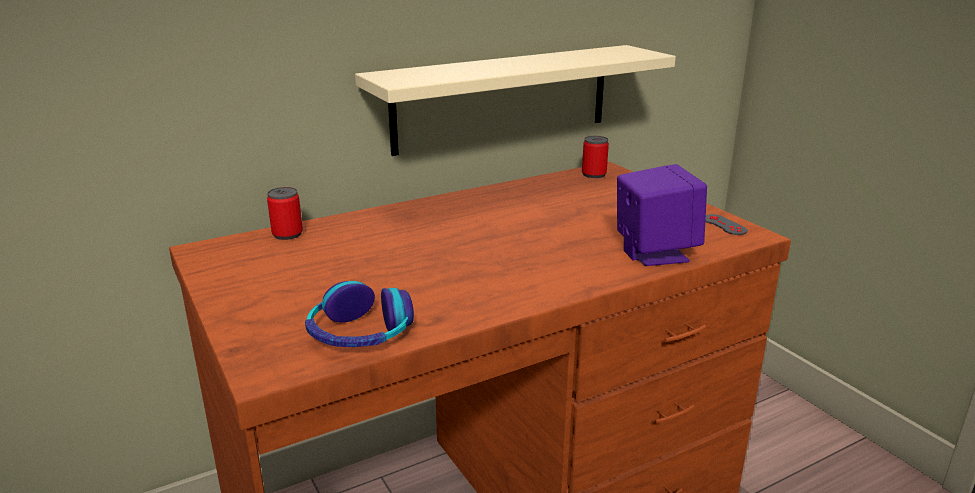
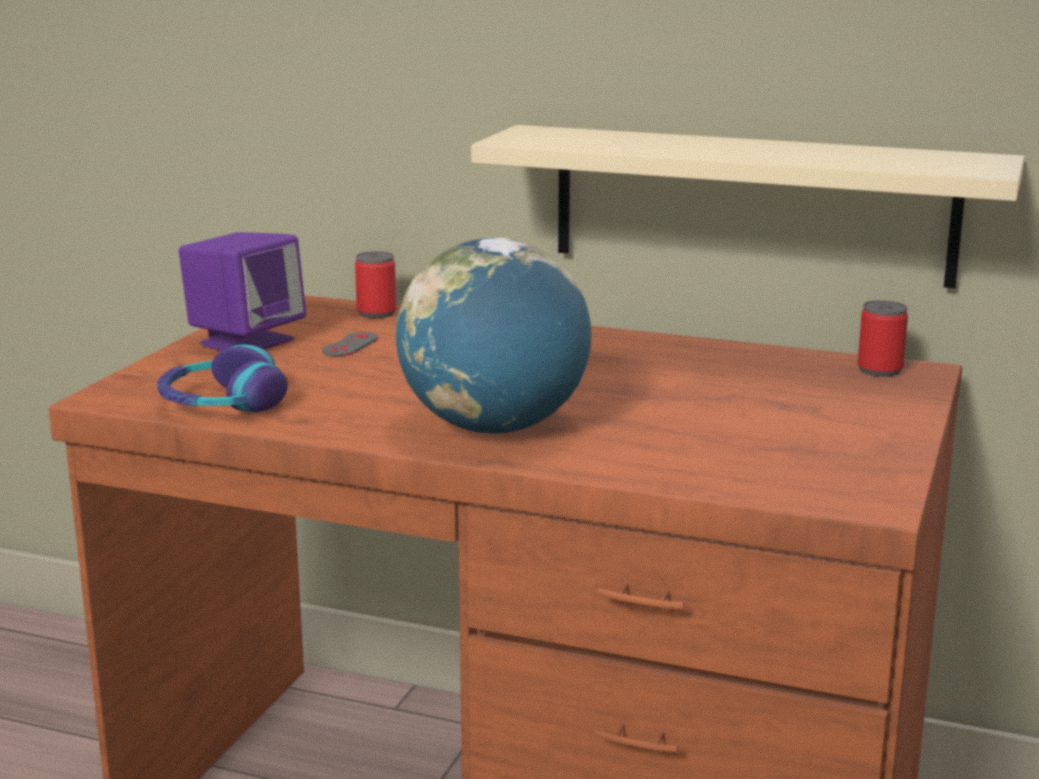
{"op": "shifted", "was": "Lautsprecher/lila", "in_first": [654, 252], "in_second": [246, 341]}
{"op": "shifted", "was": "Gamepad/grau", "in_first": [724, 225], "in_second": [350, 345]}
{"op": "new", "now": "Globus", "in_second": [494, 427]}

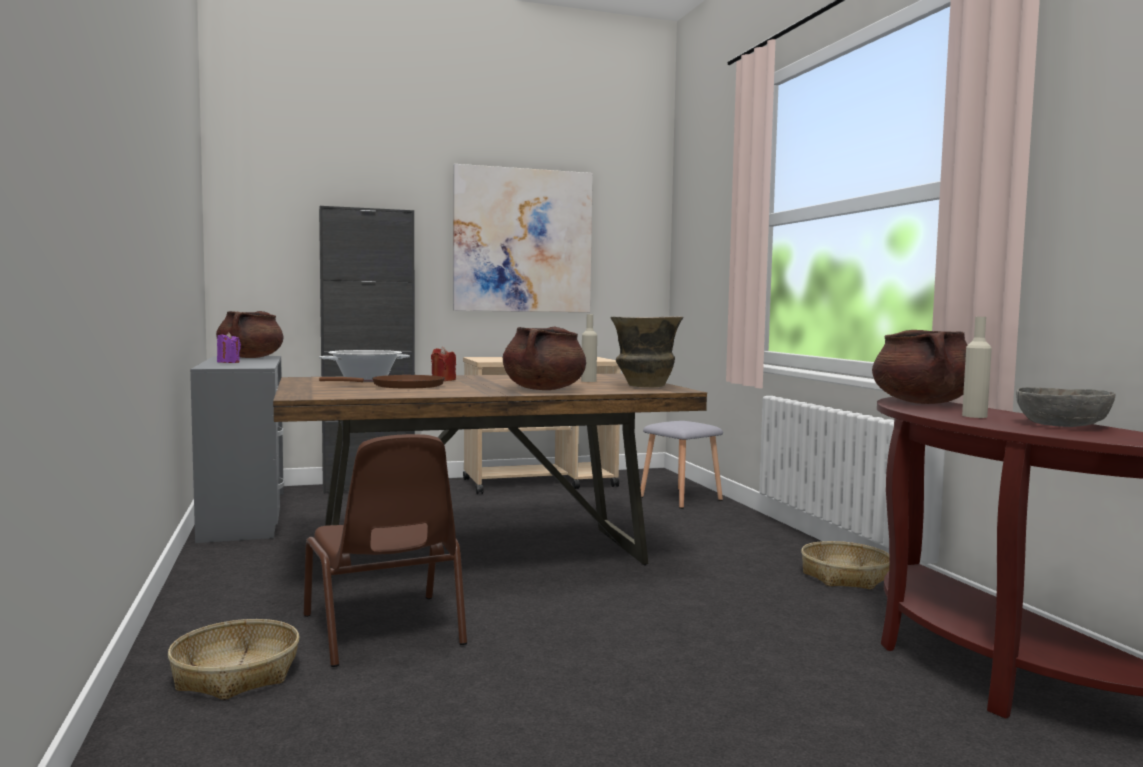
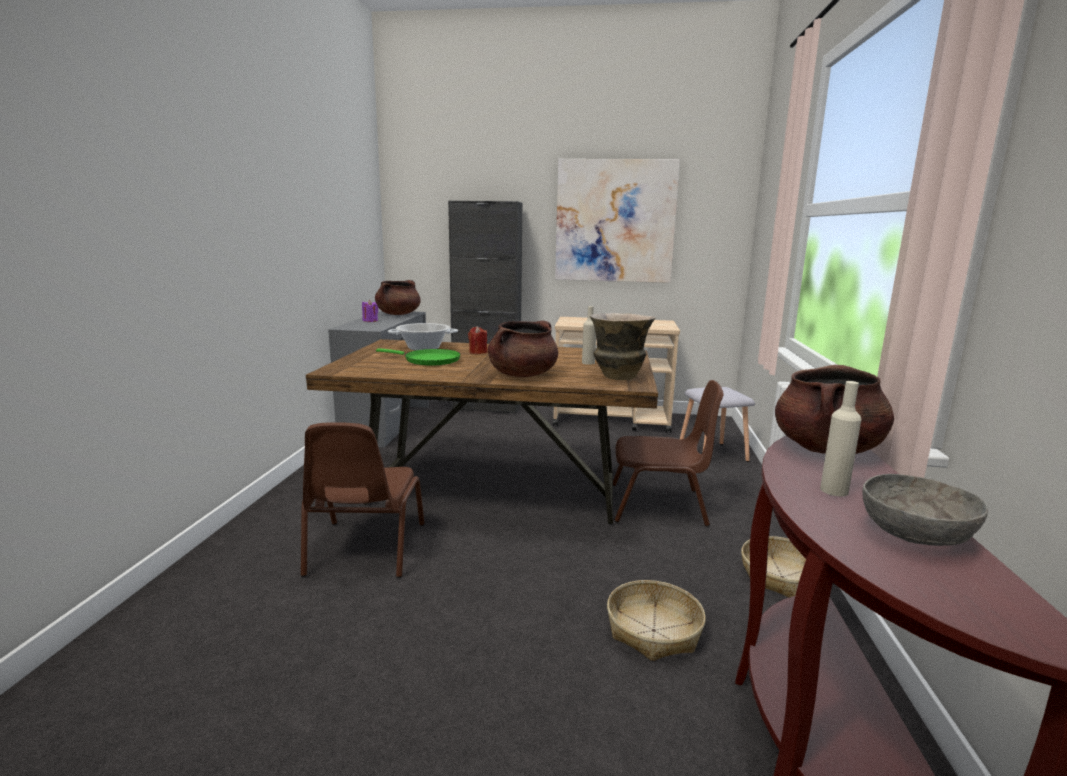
{"op": "repainted", "was": "Pfanne/braun", "now": "Pfanne/grün", "in_first": [402, 386], "in_second": [429, 360]}
{"op": "shifted", "was": "Korb", "in_first": [236, 674], "in_second": [653, 631]}
{"op": "new", "now": "Stuhl/braun", "in_second": [659, 505]}

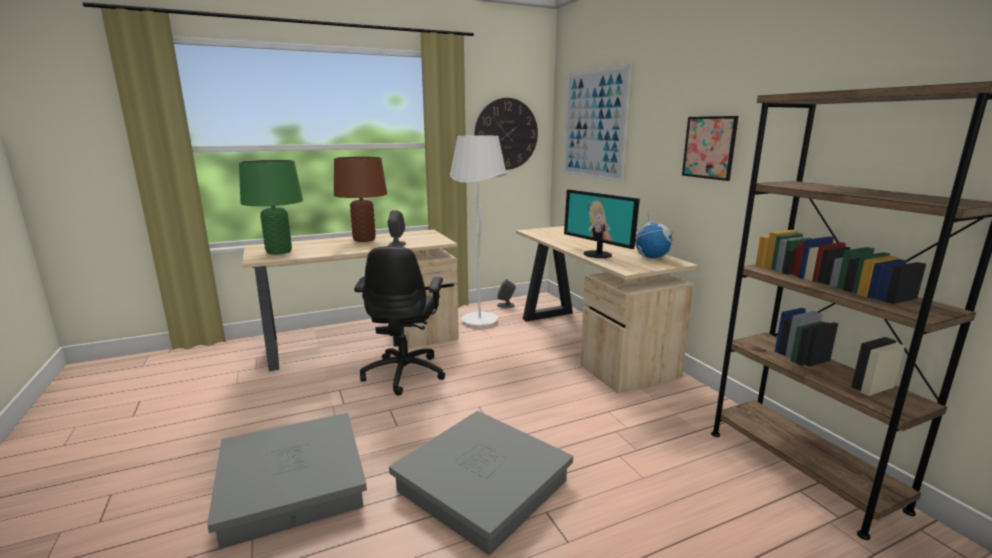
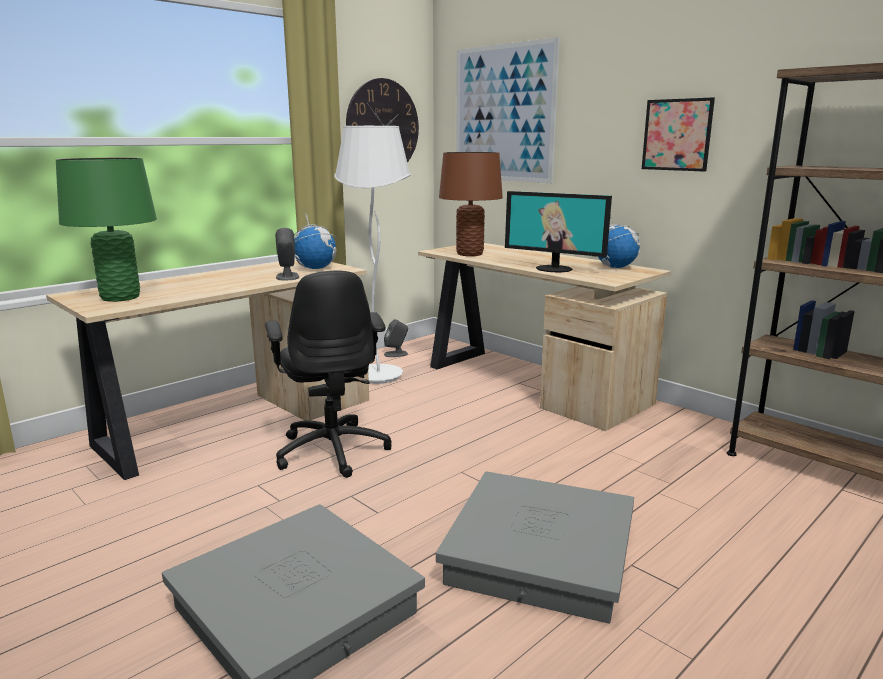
{"op": "new", "now": "Globus", "in_second": [315, 268]}
{"op": "shifted", "was": "Tischlampe/braun", "in_first": [364, 239], "in_second": [470, 254]}

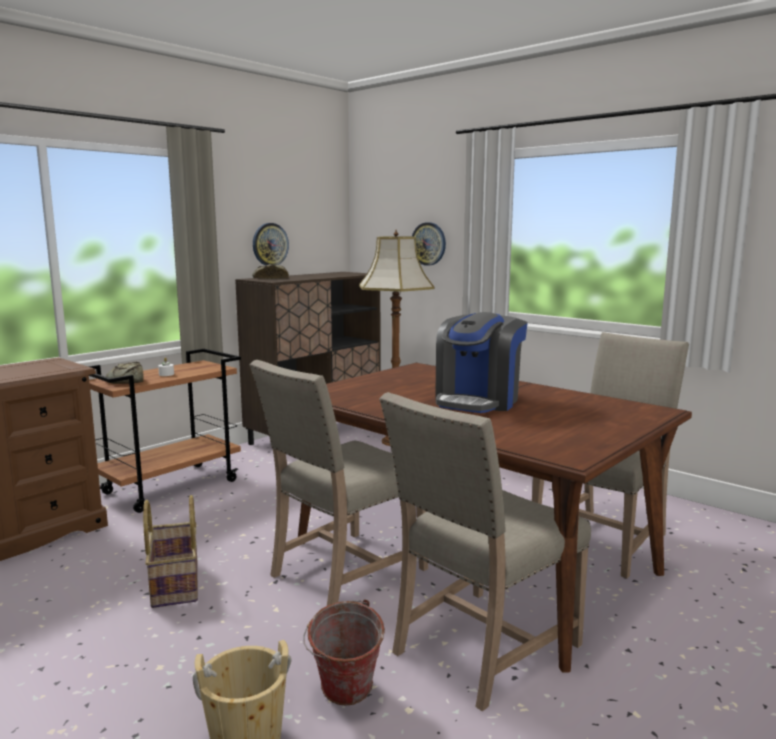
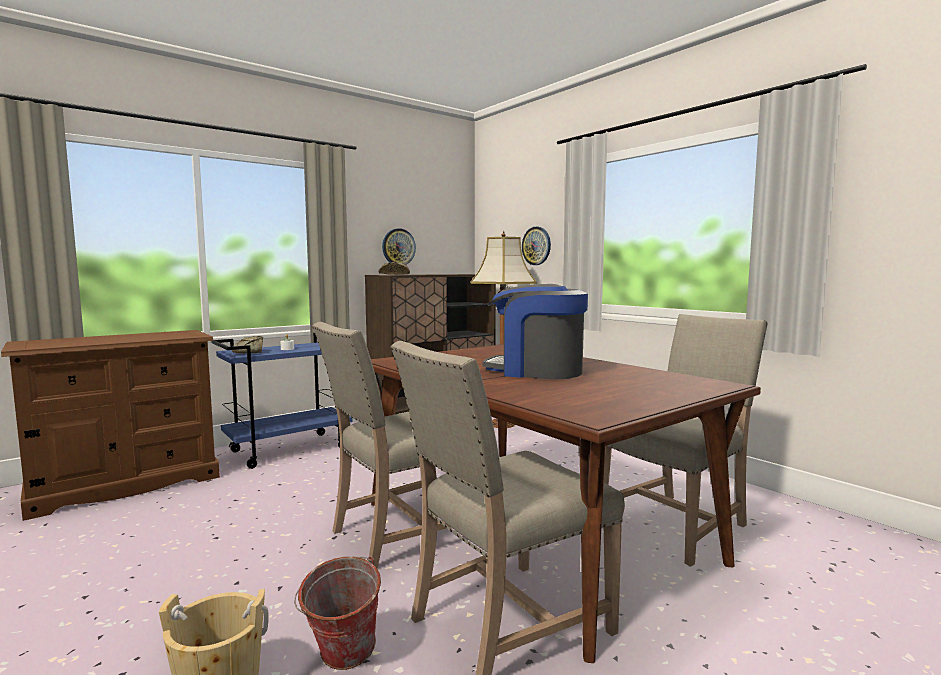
{"op": "repainted", "was": "Rollwagen/braun", "now": "Rollwagen/blau", "in_first": [171, 486], "in_second": [290, 449]}
{"op": "rotated", "was": "Kaffeemaschine", "in_first": [478, 401], "in_second": [536, 371], "clockwise": 75}
{"op": "gone", "was": "Korb", "in_first": [174, 584]}

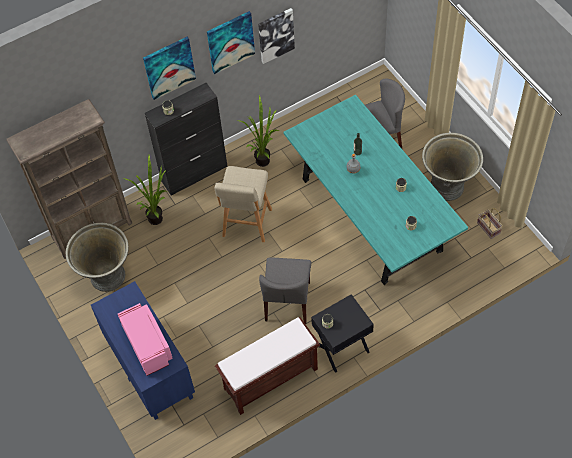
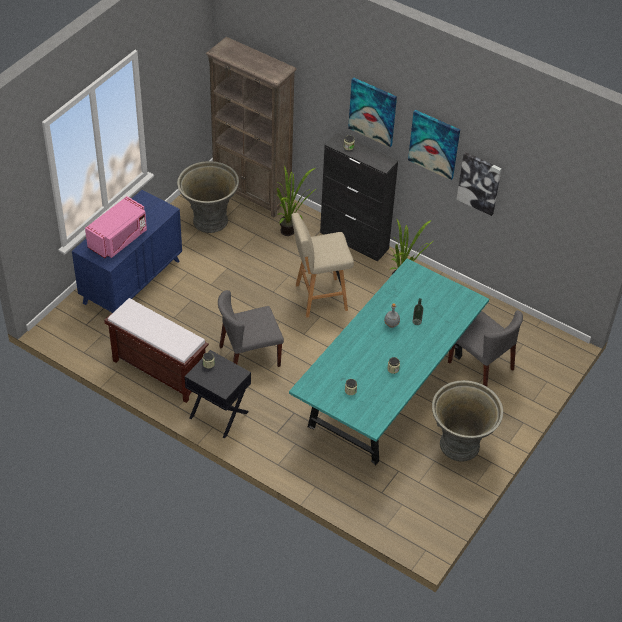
{"op": "gone", "was": "Korb", "in_first": [489, 228]}

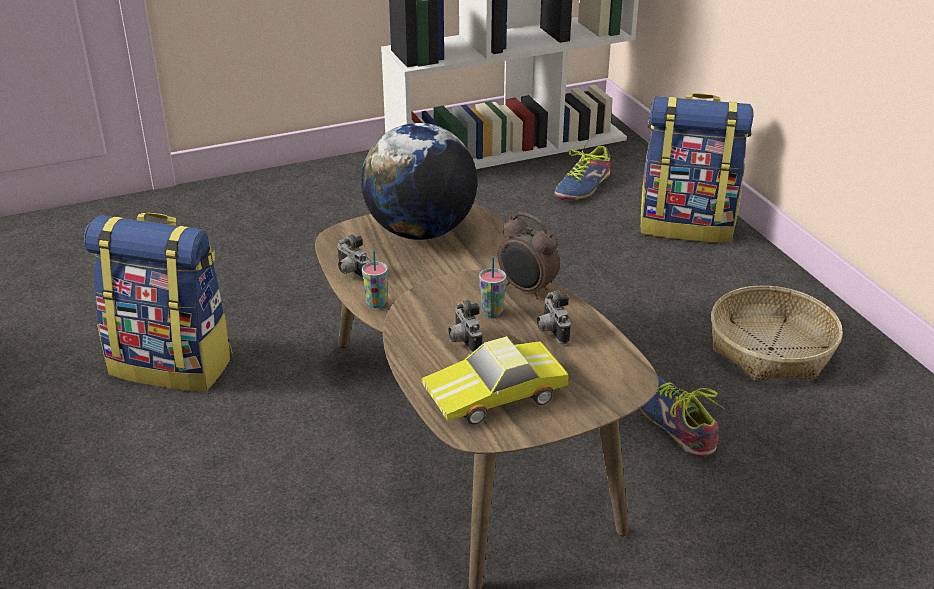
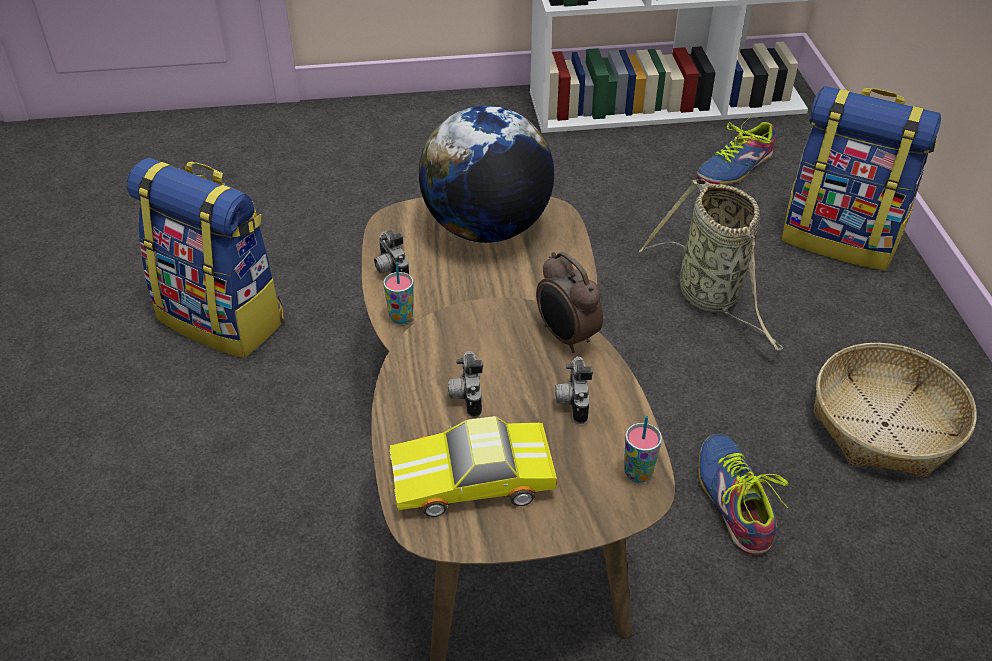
{"op": "shifted", "was": "Tasse", "in_first": [492, 312], "in_second": [638, 473]}
{"op": "new", "now": "Korb", "in_second": [711, 297]}

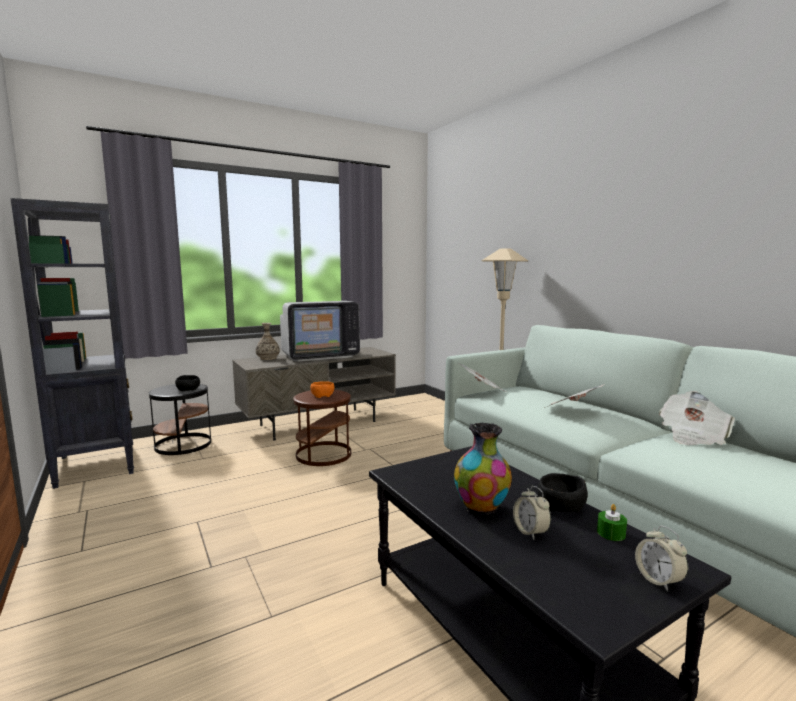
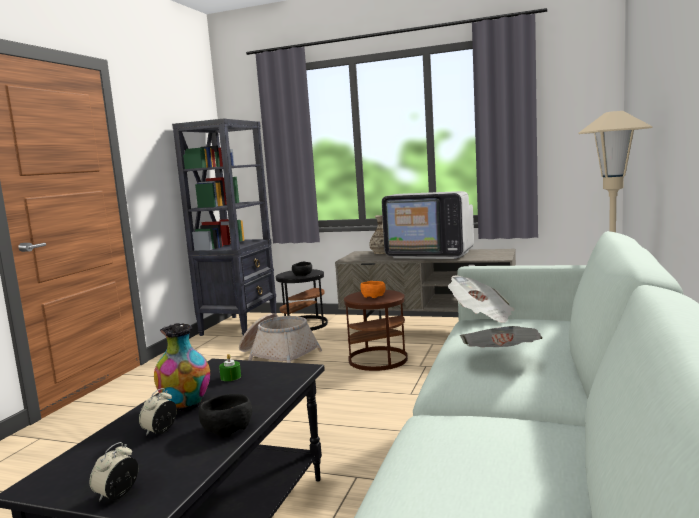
{"op": "shifted", "was": "Kerze/grün", "in_first": [611, 533], "in_second": [230, 377]}
{"op": "new", "now": "Korb", "in_second": [278, 355]}
{"op": "gone", "was": "Zeitung", "in_first": [693, 436]}

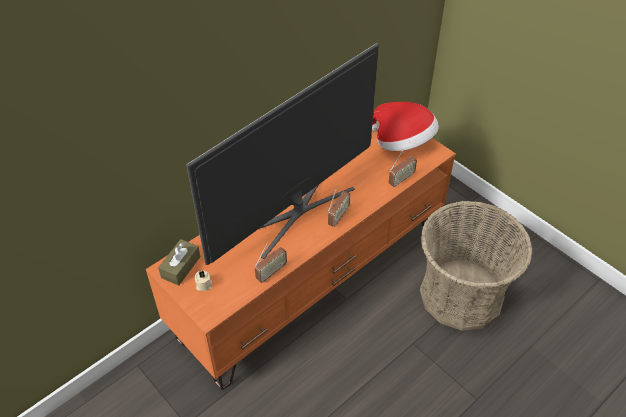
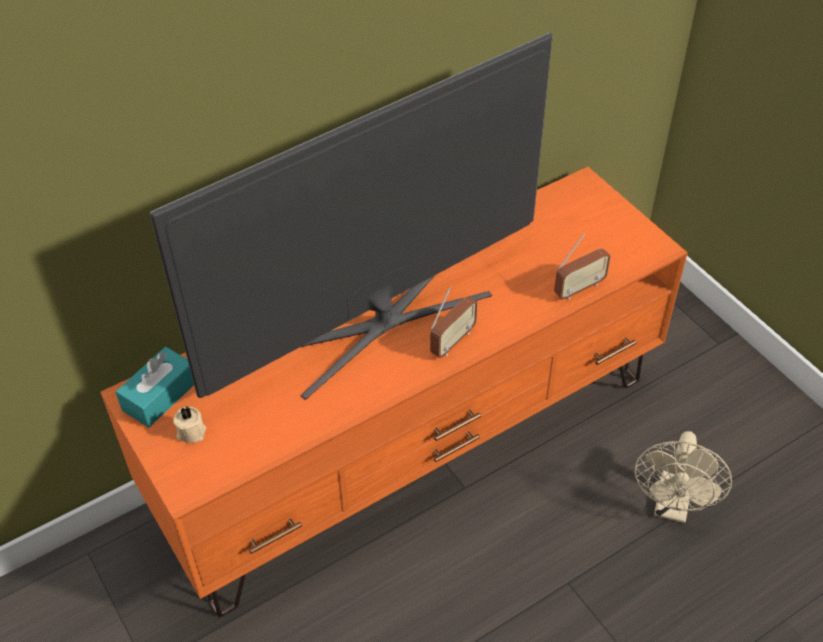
{"op": "repainted", "was": "Taschentuchbox/braun", "now": "Taschentuchbox/türkis", "in_first": [181, 267], "in_second": [160, 396]}
{"op": "swapped", "was": "Korb", "now": "Ventilator/beige", "in_first": [461, 294], "in_second": [672, 507]}
{"op": "gone", "was": "Radio", "in_first": [271, 272]}
{"op": "gone", "was": "Hut", "in_first": [402, 143]}

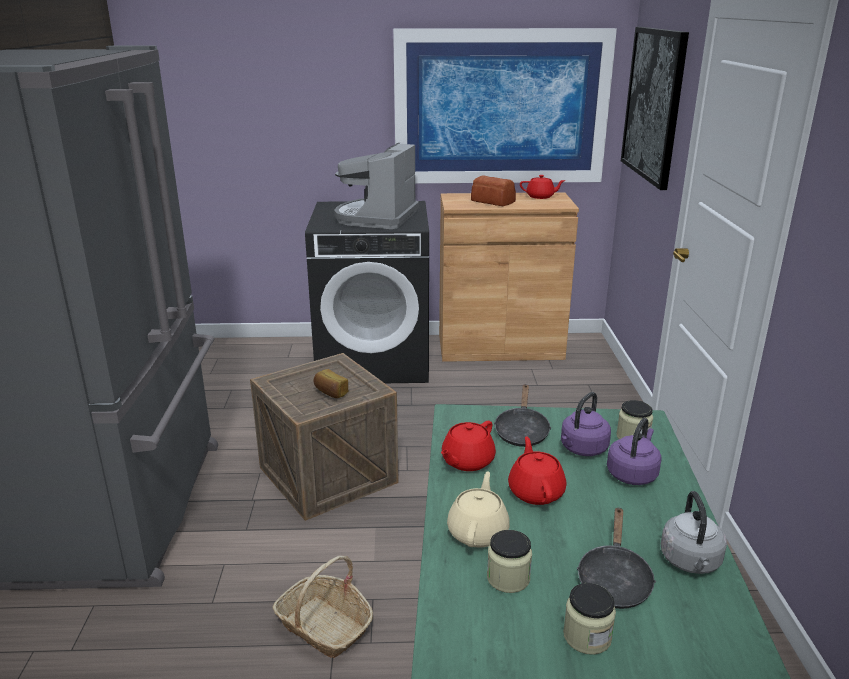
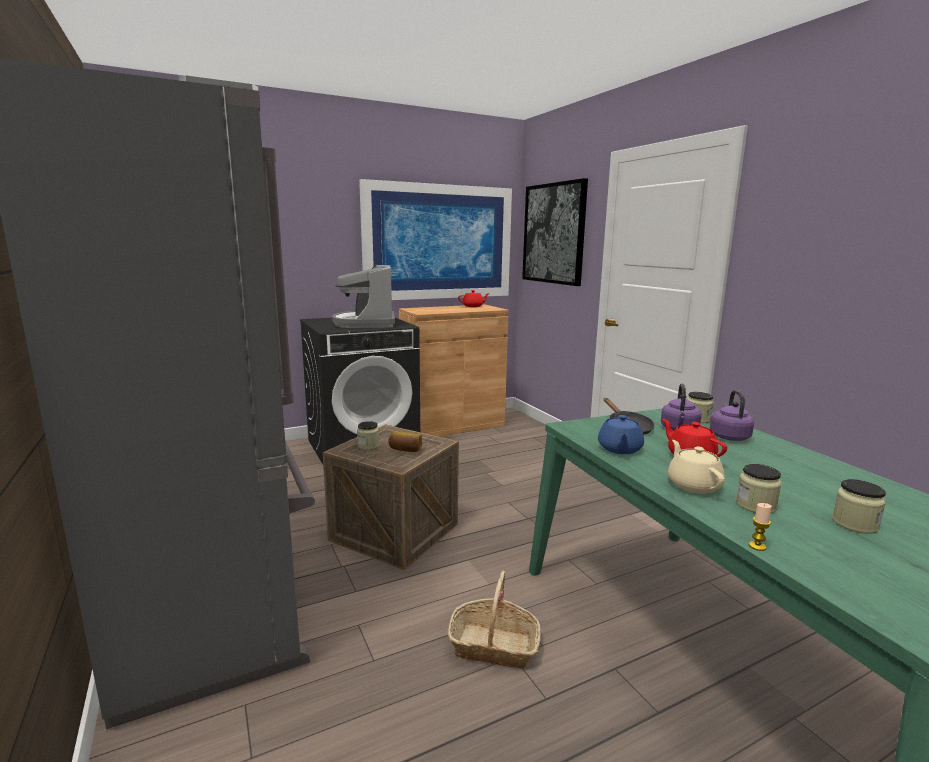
{"op": "new", "now": "Vorratsglas", "in_second": [368, 445]}
{"op": "repainted", "was": "Teekanne/rot", "now": "Teekanne/blau", "in_first": [467, 461], "in_second": [619, 449]}
{"op": "new", "now": "Kerze", "in_second": [757, 546]}
{"op": "gone", "was": "Brot", "in_first": [493, 202]}
{"op": "gone", "was": "Pfanne/schwarz", "in_first": [614, 579]}
{"op": "gone", "was": "Wasserkessel/grau", "in_first": [691, 562]}

